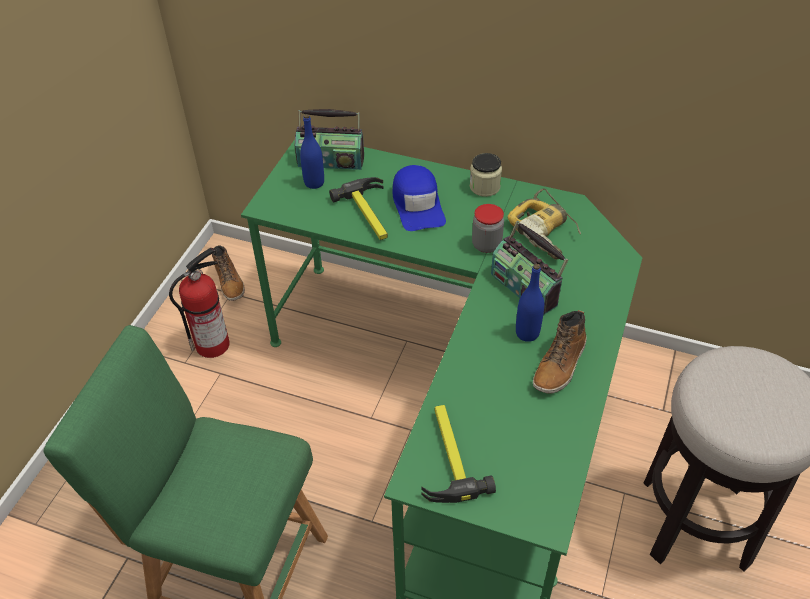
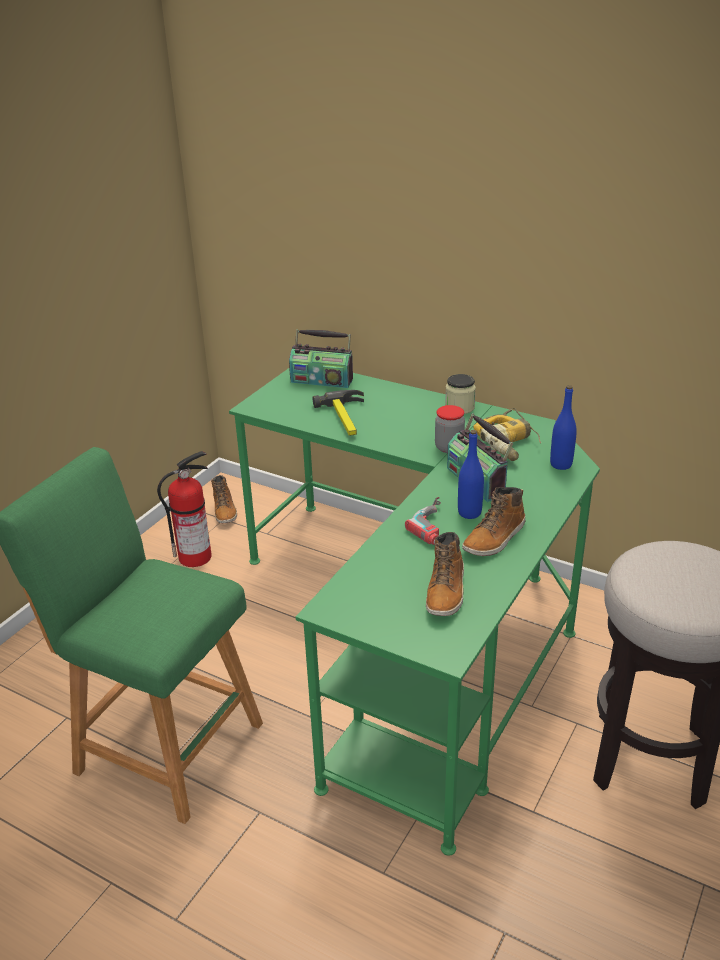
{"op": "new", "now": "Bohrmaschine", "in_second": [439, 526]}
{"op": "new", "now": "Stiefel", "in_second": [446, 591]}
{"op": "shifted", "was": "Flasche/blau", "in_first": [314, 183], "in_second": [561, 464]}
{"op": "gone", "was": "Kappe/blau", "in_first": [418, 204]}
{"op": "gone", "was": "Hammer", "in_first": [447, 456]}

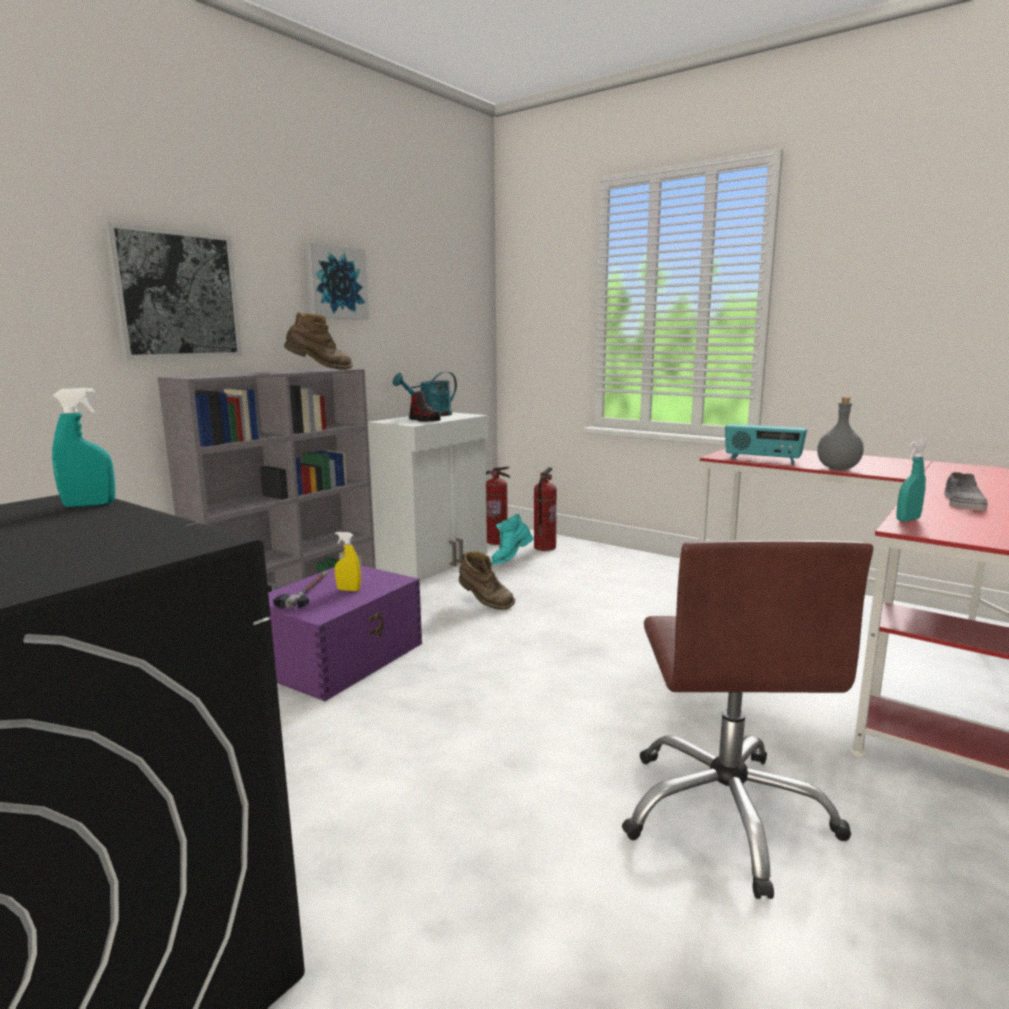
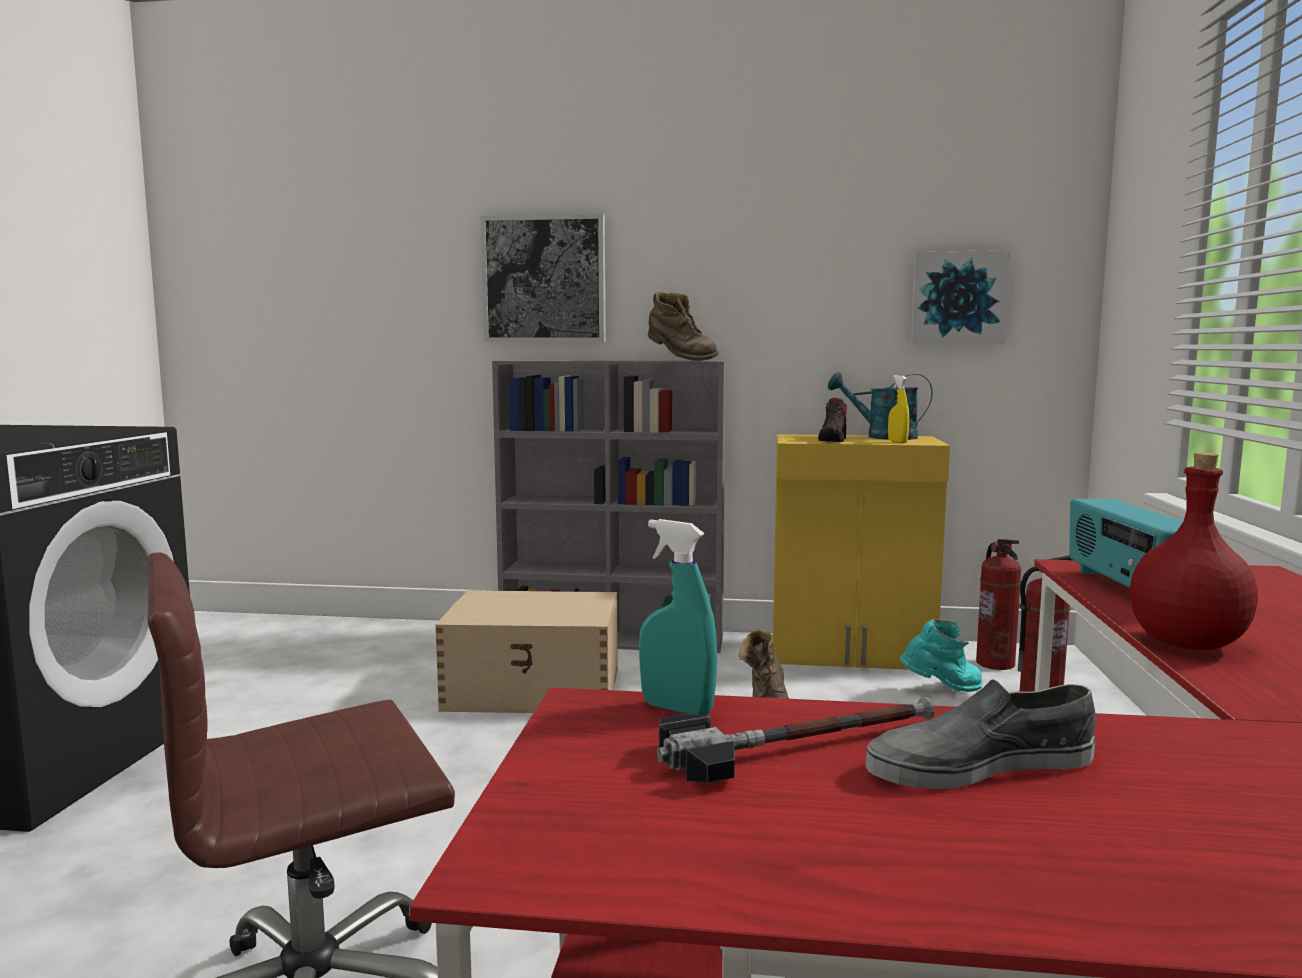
{"op": "repainted", "was": "Aufbewahrungsbox/lila", "now": "Aufbewahrungsbox/beige", "in_first": [341, 657], "in_second": [535, 689]}
{"op": "shifted", "was": "Hammer", "in_first": [306, 593], "in_second": [800, 745]}
{"op": "repainted", "was": "Schrank/weiß", "now": "Schrank/gelb", "in_first": [435, 561], "in_second": [852, 654]}
{"op": "shifted", "was": "Sprühflasche/gelb", "in_first": [348, 590], "in_second": [897, 442]}
{"op": "rotated", "was": "Stiefel/türkis", "in_first": [511, 560], "in_second": [942, 690], "clockwise": 150}
{"op": "shifted", "was": "Bild", "in_first": [335, 283], "in_second": [958, 298]}
{"op": "repainted", "was": "Flasche/grau", "now": "Flasche/rot", "in_first": [838, 468], "in_second": [1189, 644]}
{"op": "gone", "was": "Sprühflasche/türkis", "in_first": [89, 505]}

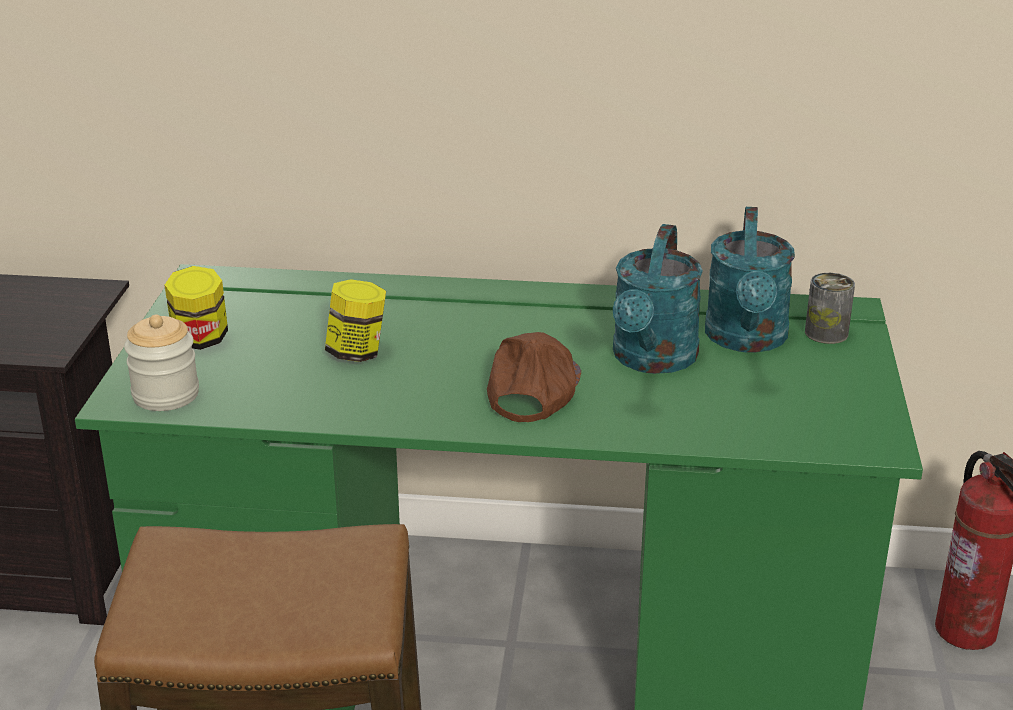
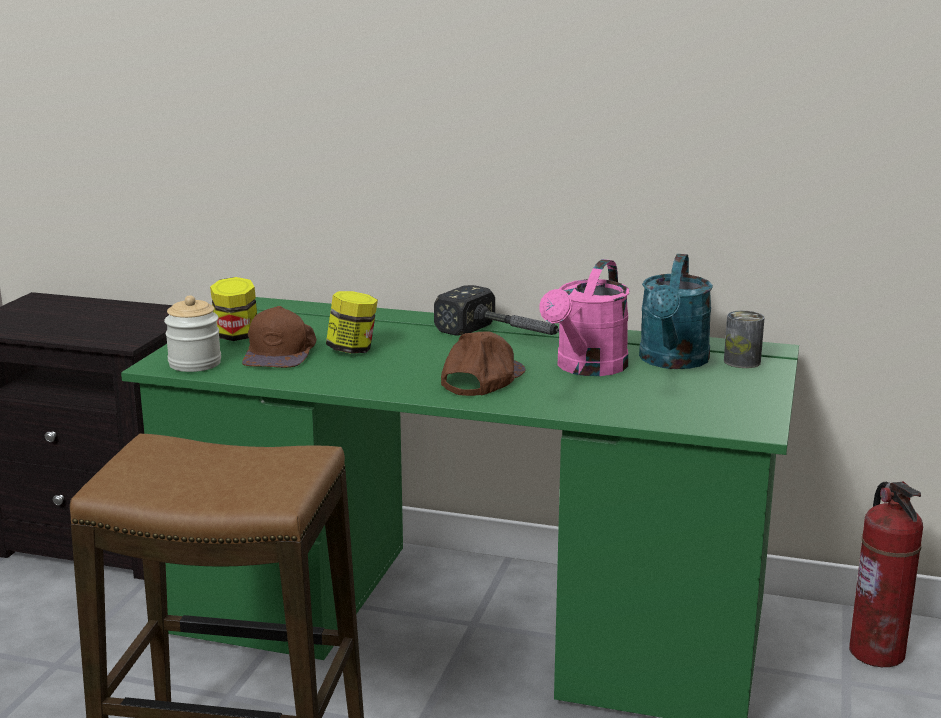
{"op": "new", "now": "Kappe/braun", "in_second": [281, 353]}
{"op": "new", "now": "Hammer", "in_second": [504, 336]}
{"op": "repainted", "was": "Gießkanne/türkis", "now": "Gießkanne/rosa", "in_first": [652, 360], "in_second": [587, 368]}

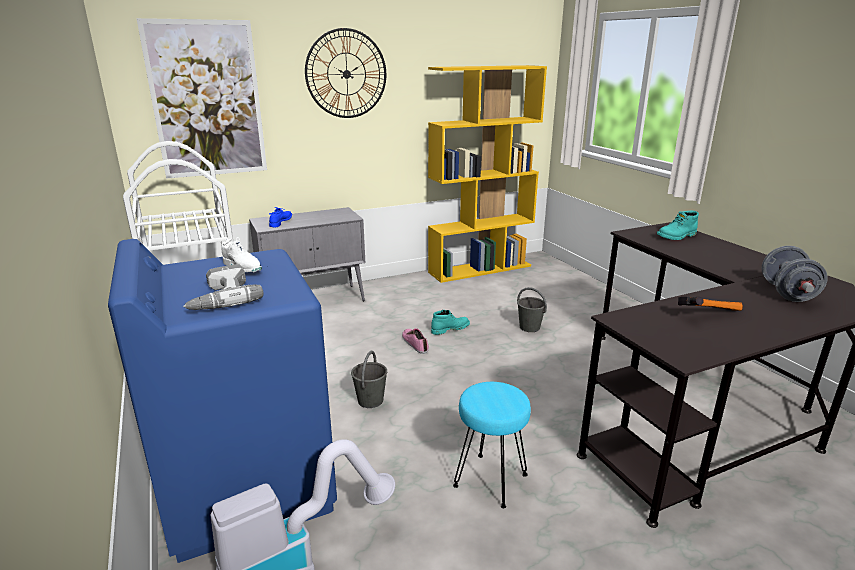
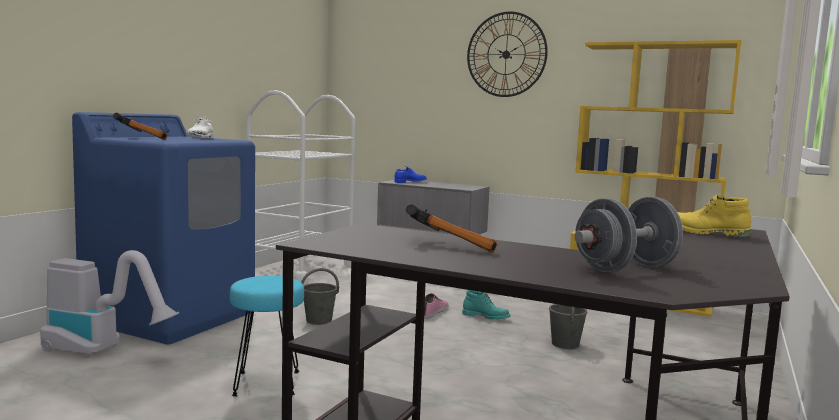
{"op": "swapped", "was": "Bohrmaschine", "now": "Hammer", "in_first": [220, 297], "in_second": [145, 138]}
{"op": "repainted", "was": "Stiefel/türkis", "now": "Stiefel/gelb", "in_first": [677, 236], "in_second": [707, 233]}
{"op": "gone", "was": "Bild", "in_first": [207, 100]}

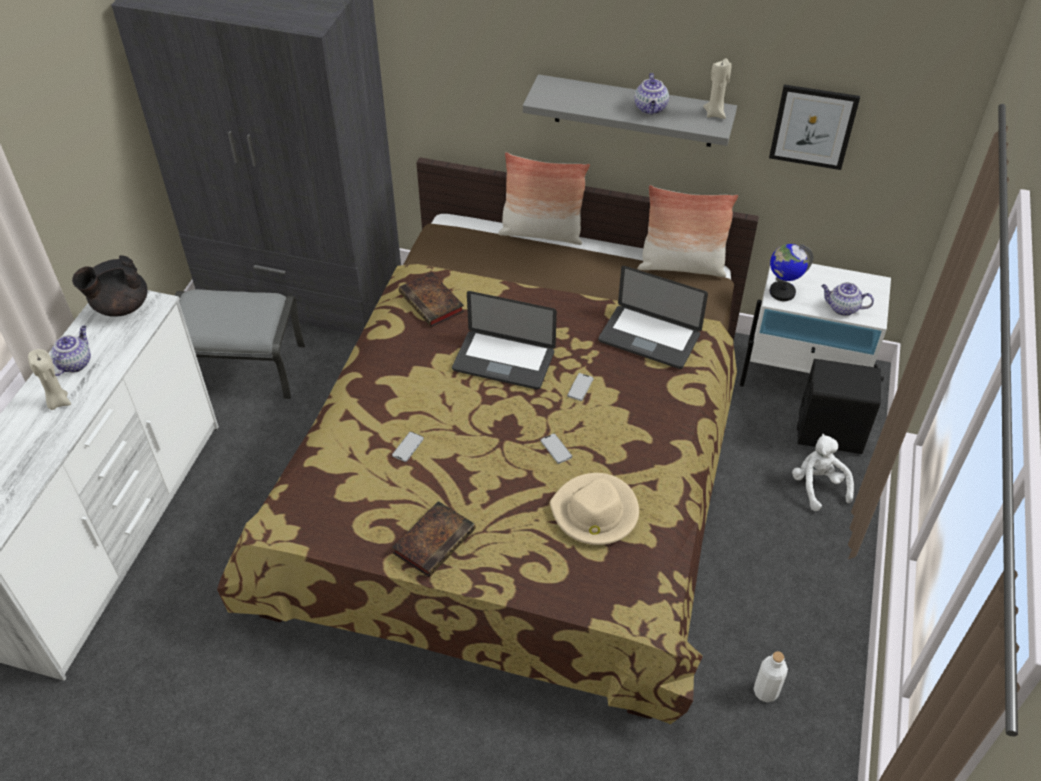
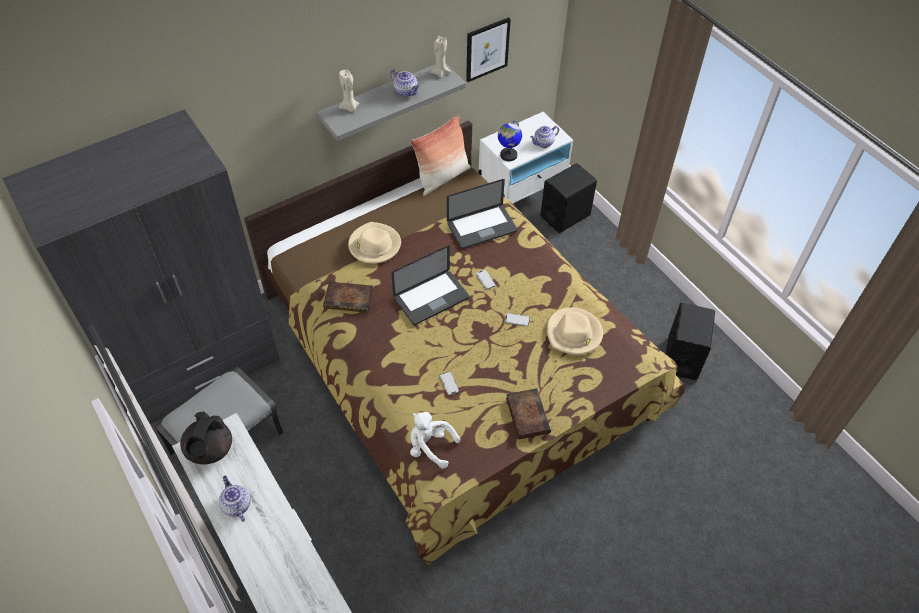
{"op": "shifted", "was": "Kerze/beige", "in_first": [58, 402], "in_second": [349, 108]}
{"op": "new", "now": "Hut/beige", "in_second": [374, 245]}
{"op": "shifted", "was": "Plüschtier/weiß", "in_first": [818, 486], "in_second": [430, 447]}
{"op": "swapped", "was": "Flasche/weiß", "now": "Lautsprecher/schwarz", "in_first": [766, 691], "in_second": [682, 357]}
{"op": "gone", "was": "Kissen", "in_first": [541, 233]}

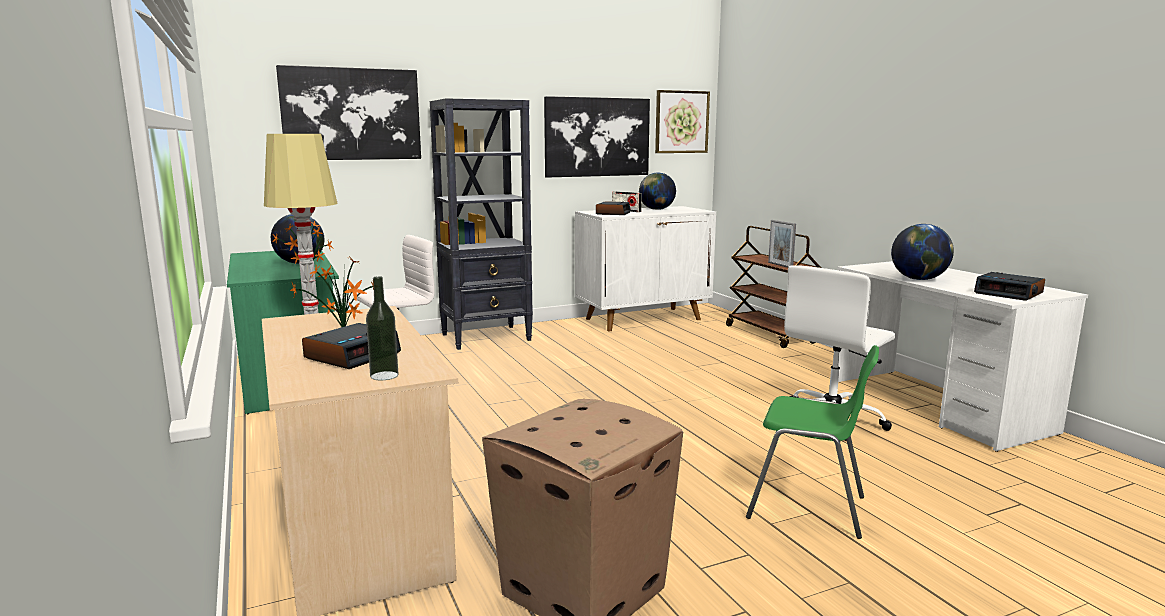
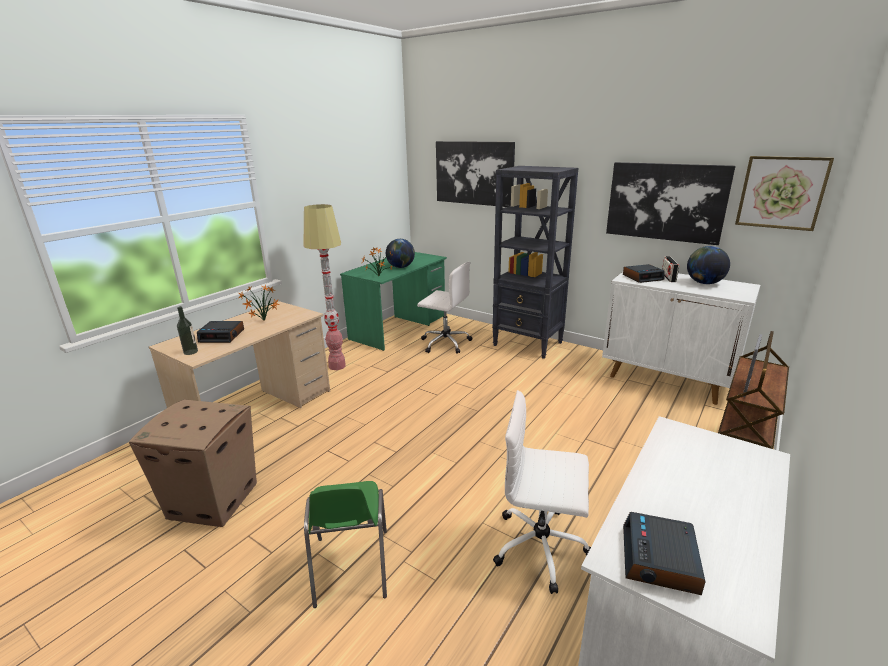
{"op": "gone", "was": "Globus", "in_first": [919, 279]}

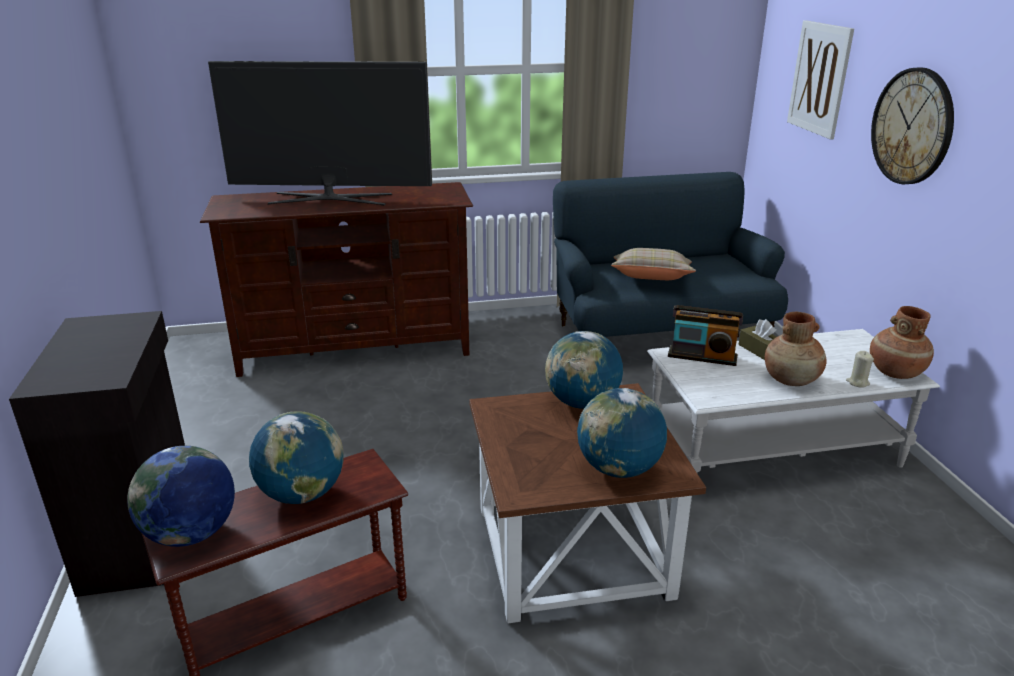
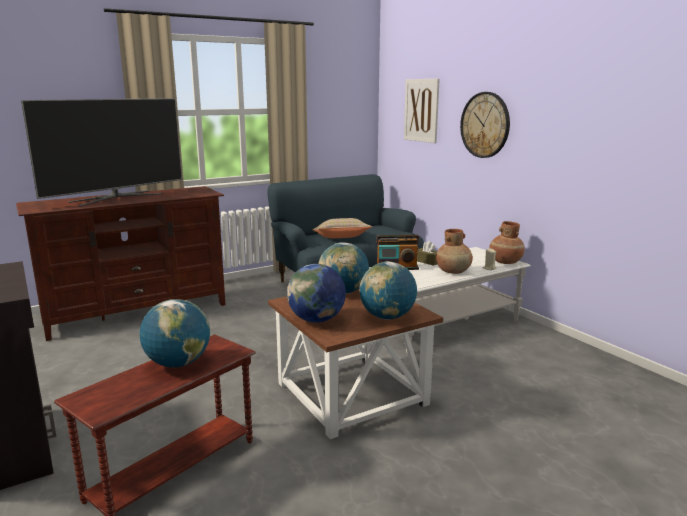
{"op": "rotated", "was": "Fernseher", "in_first": [331, 199], "in_second": [116, 198], "clockwise": 150}
{"op": "shifted", "was": "Globus", "in_first": [191, 534], "in_second": [316, 320]}

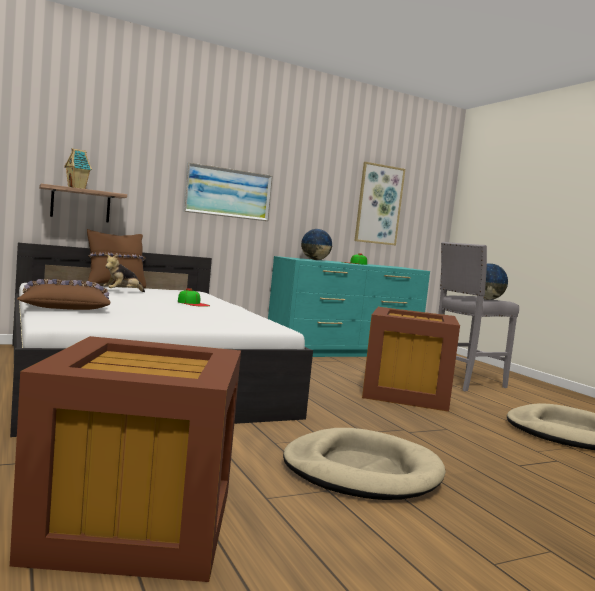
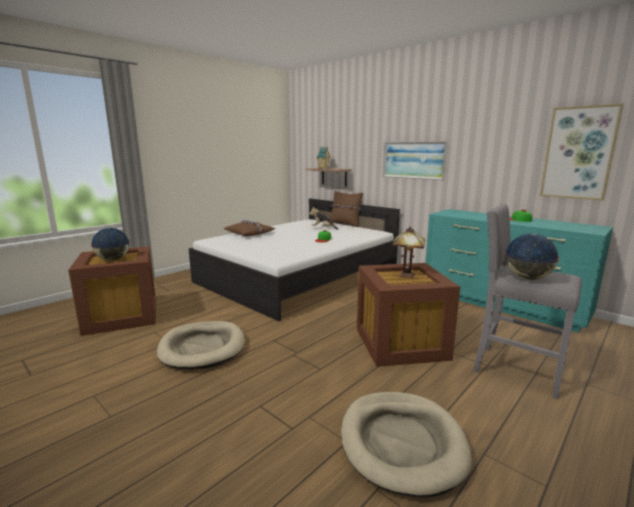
{"op": "shifted", "was": "Globus", "in_first": [315, 260], "in_second": [113, 260]}
{"op": "new", "now": "Tischlampe", "in_second": [406, 274]}

